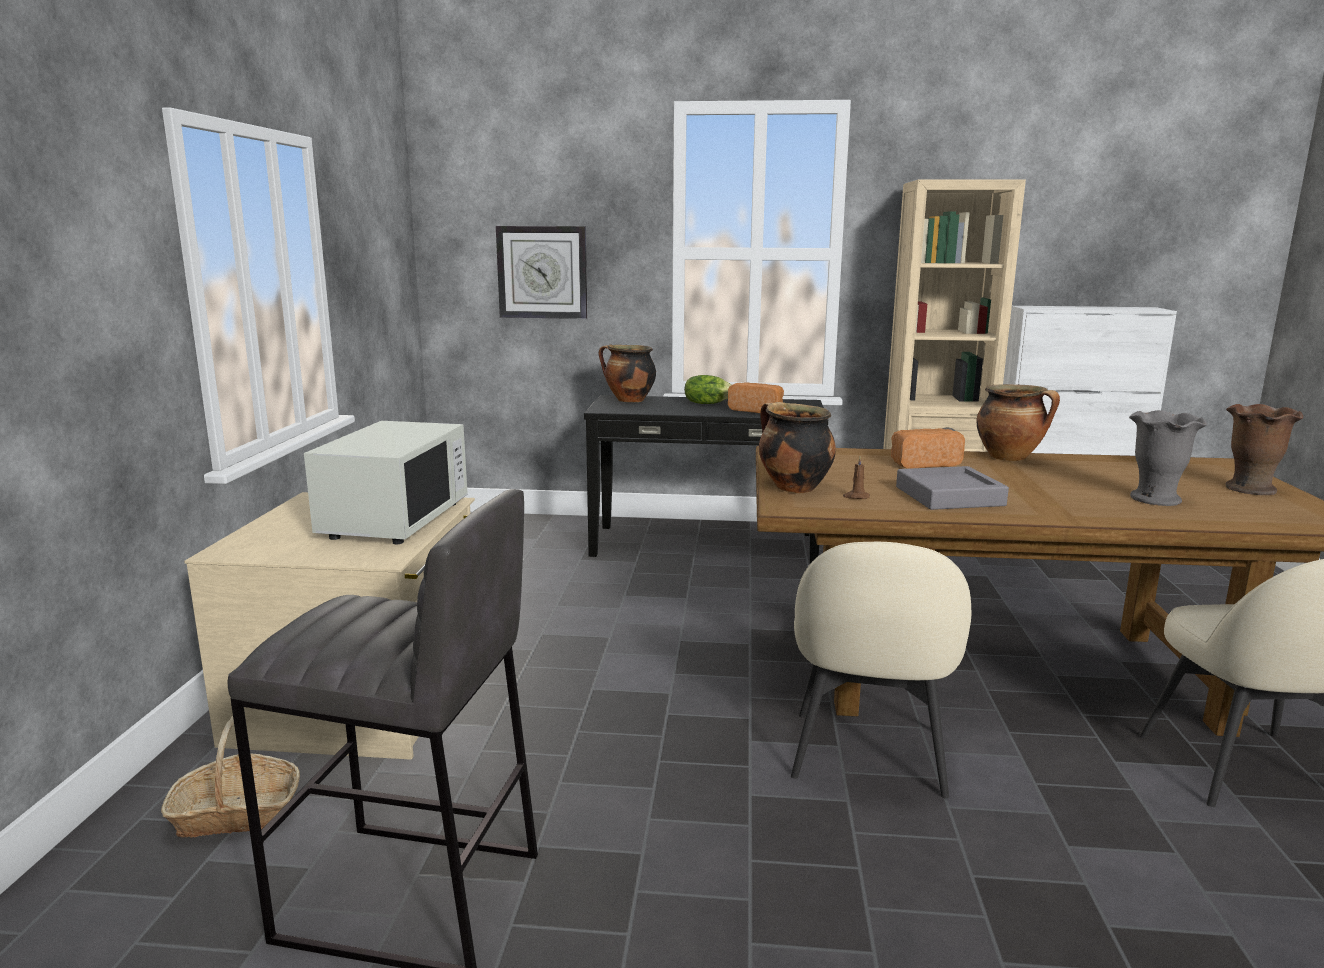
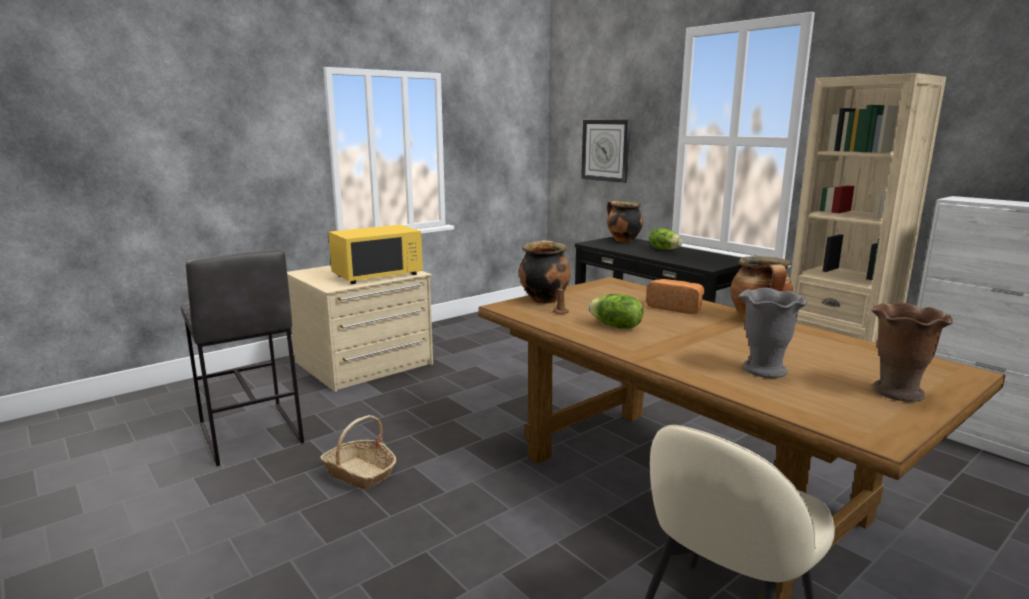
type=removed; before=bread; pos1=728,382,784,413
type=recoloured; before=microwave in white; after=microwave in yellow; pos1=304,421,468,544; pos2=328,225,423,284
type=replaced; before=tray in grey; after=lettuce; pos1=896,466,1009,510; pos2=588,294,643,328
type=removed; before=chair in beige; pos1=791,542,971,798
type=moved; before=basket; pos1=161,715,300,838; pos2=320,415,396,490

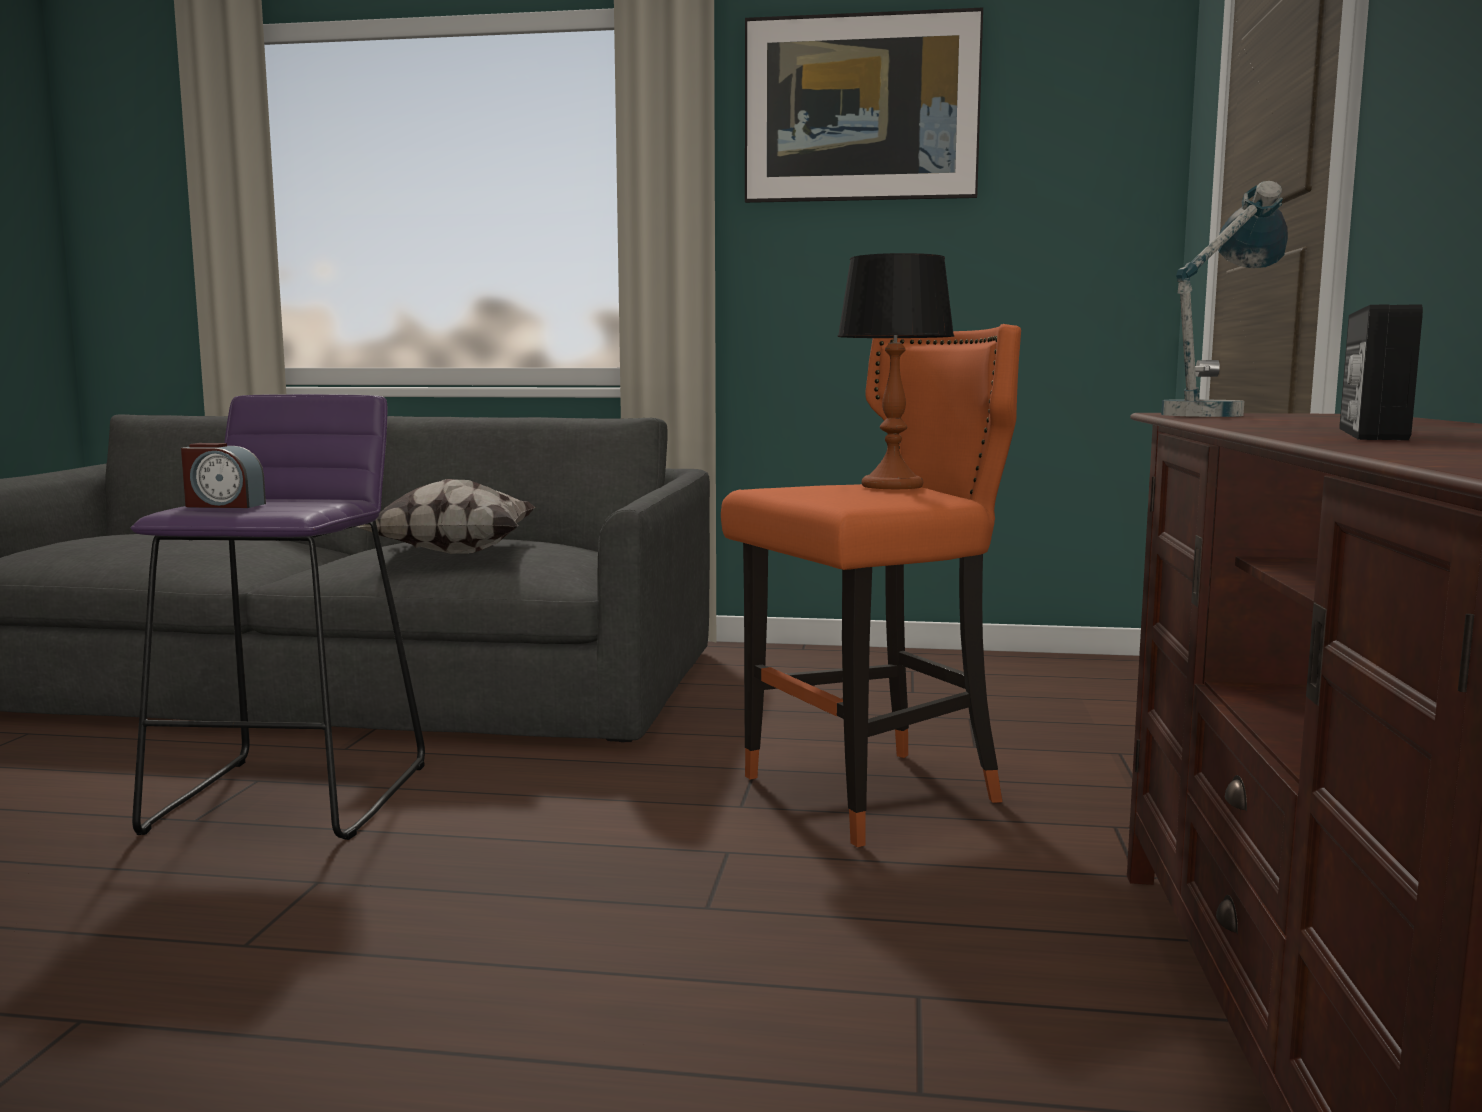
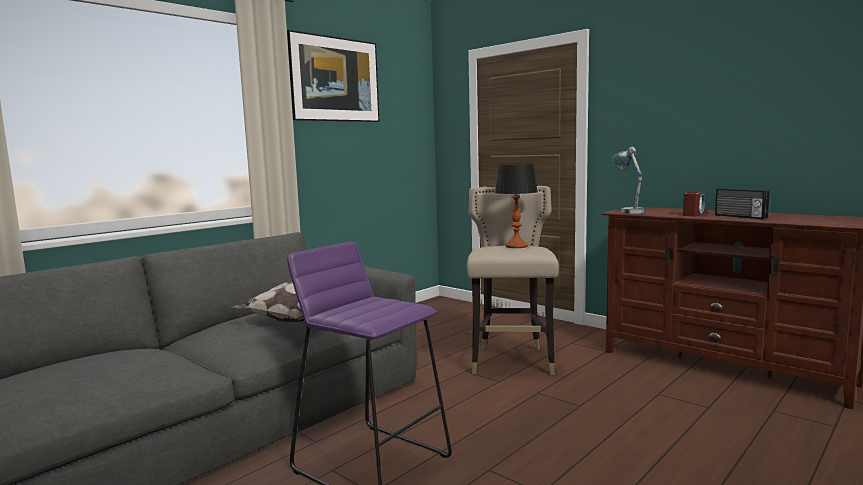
type=recoloured; before=stool in orange; after=stool in beige; pos1=721,324,1021,847; pos2=467,186,559,375
type=moved; before=alarm clock; pos1=181,443,266,508; pos2=683,191,705,216

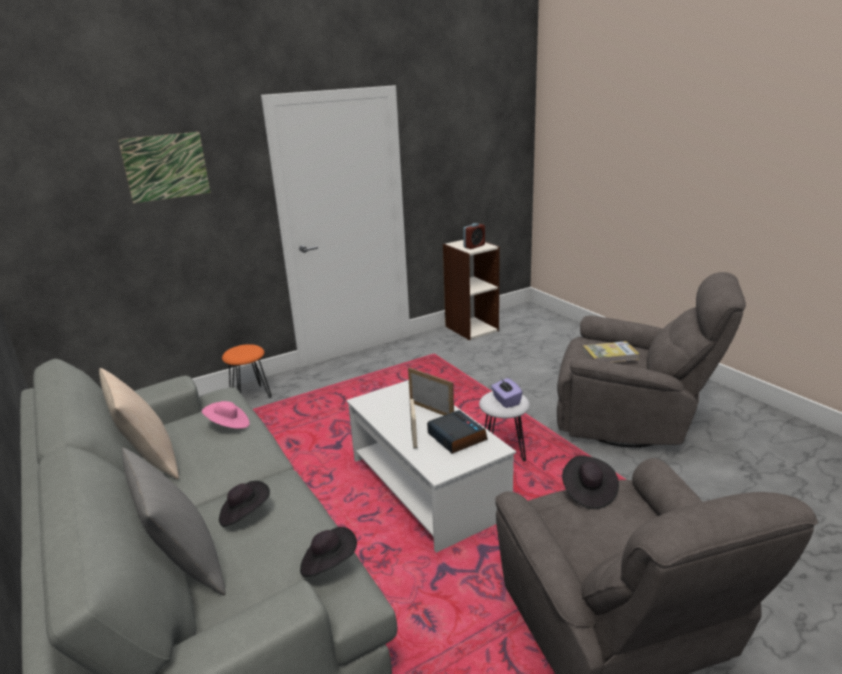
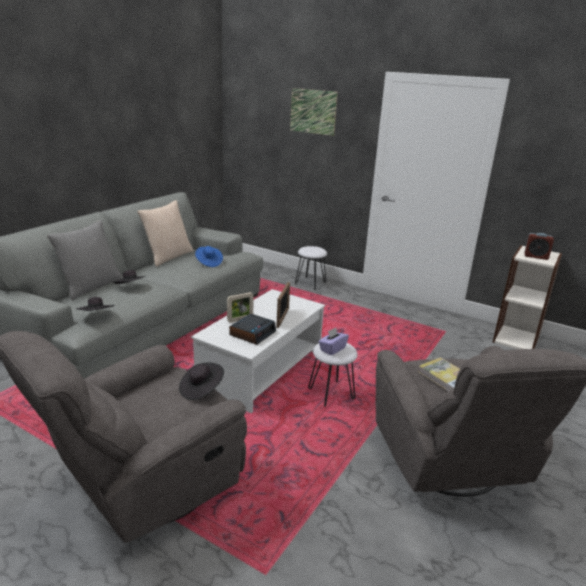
type=recoloured; before=stool in orange; after=stool in white; pos1=222,344,272,398; pos2=295,246,327,290
type=recoloured; before=hat in pink; after=hat in blue; pos1=202,401,250,429; pos2=195,246,223,267

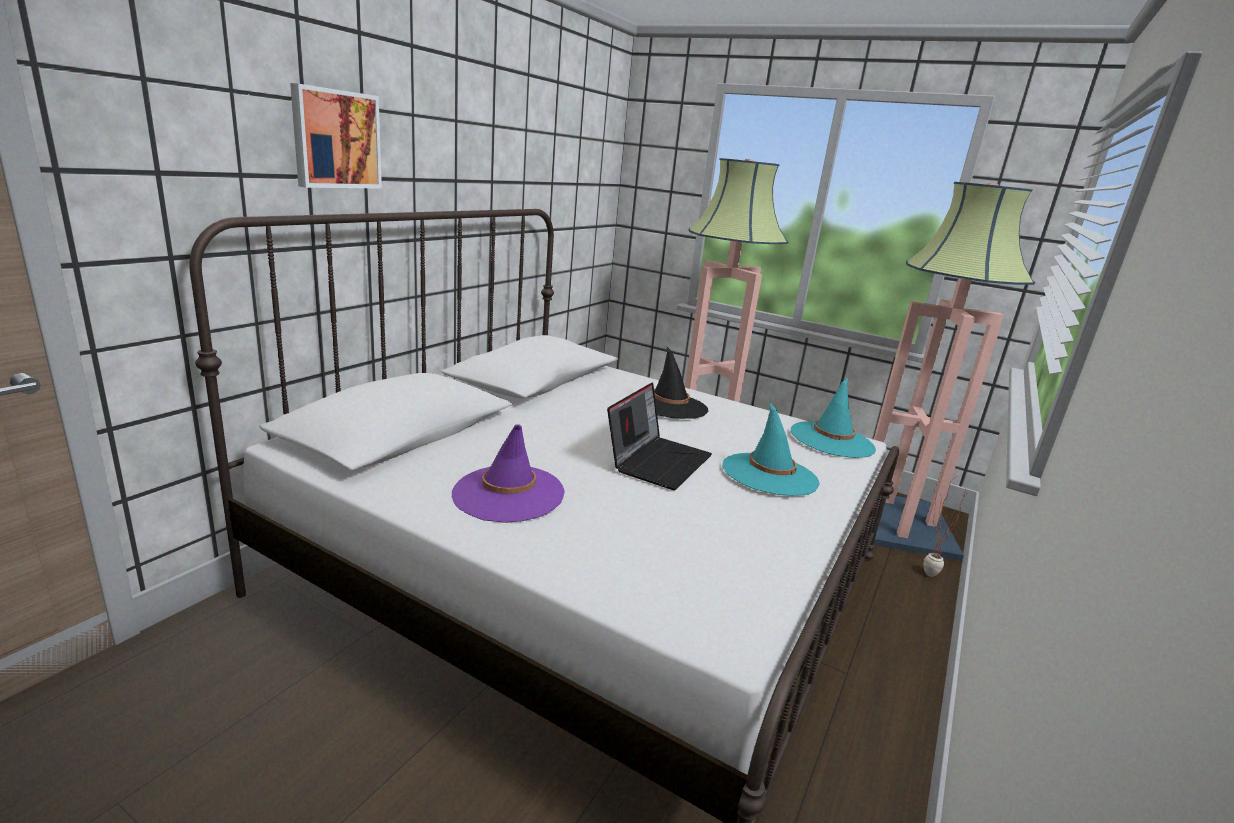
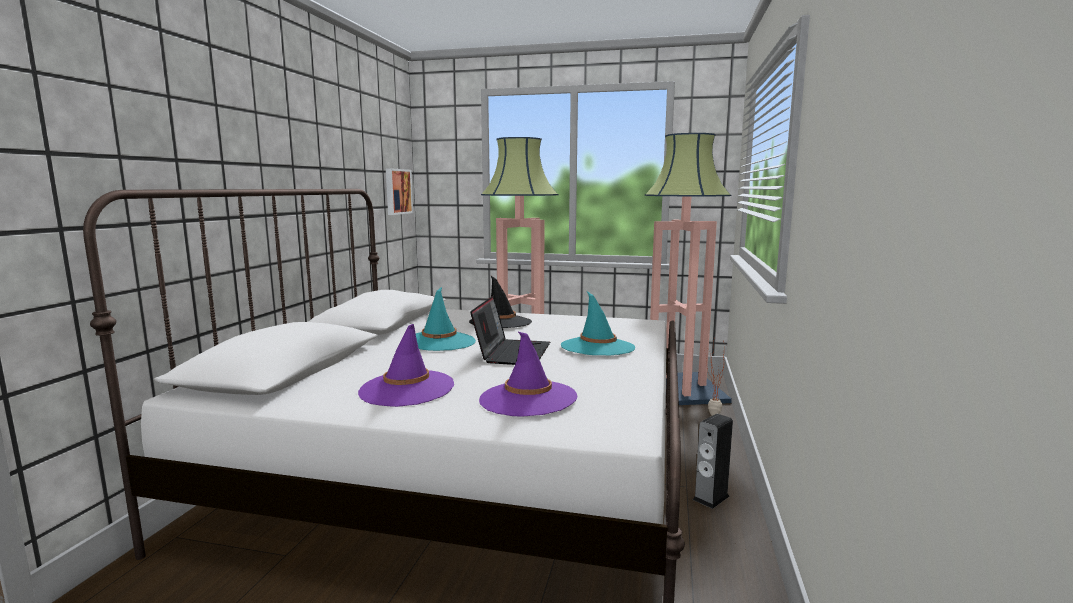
type=moved; before=picture; pos1=290,83,382,189; pos2=386,168,413,215
type=moved; before=hat in turquoise; pos1=790,377,876,458; pos2=416,287,476,351
type=added; after=hat in purple; pos2=479,332,578,417
type=added; after=speaker; pos2=692,414,733,509

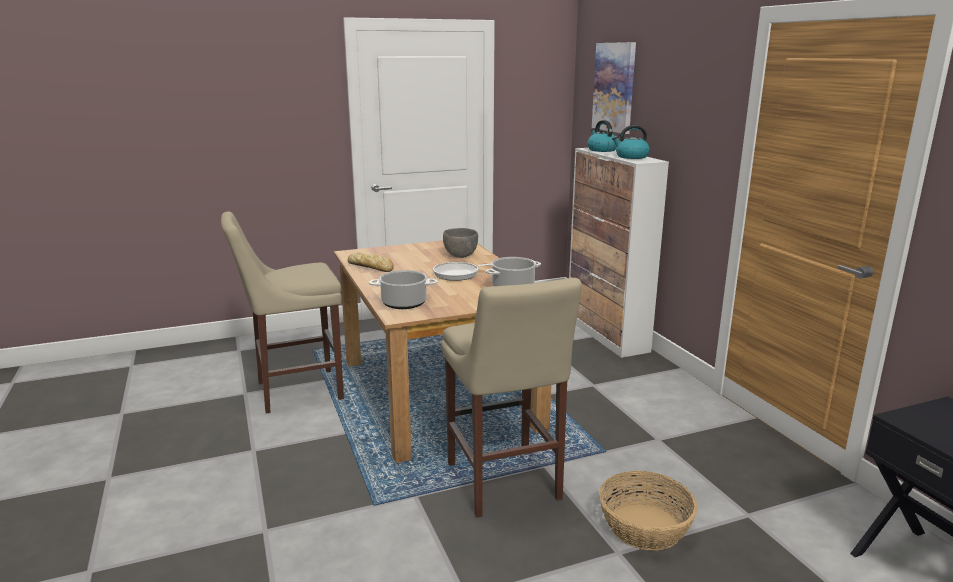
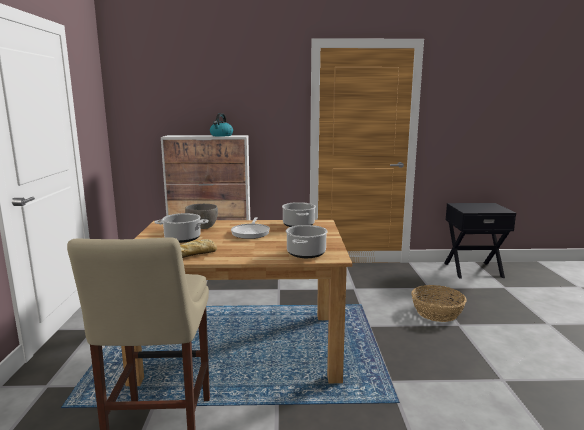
type=removed; before=picture; pos1=592,42,636,134
type=removed; before=kettle; pos1=587,120,616,152
type=removed; before=stool in beige; pos1=441,278,582,518
type=added; after=cooking pot; pos2=154,213,209,243

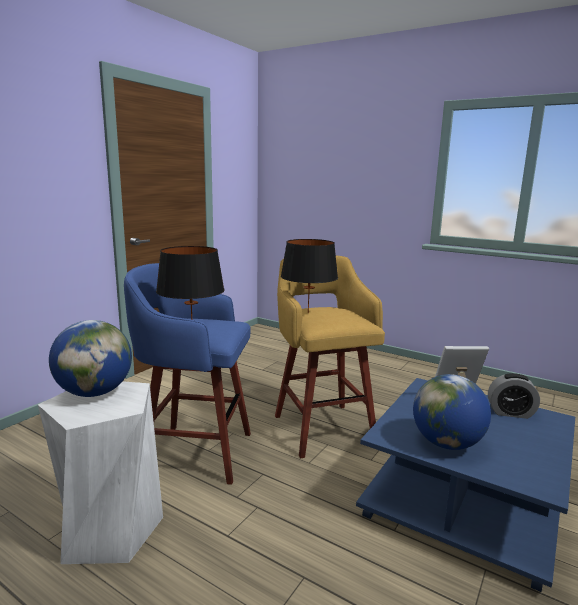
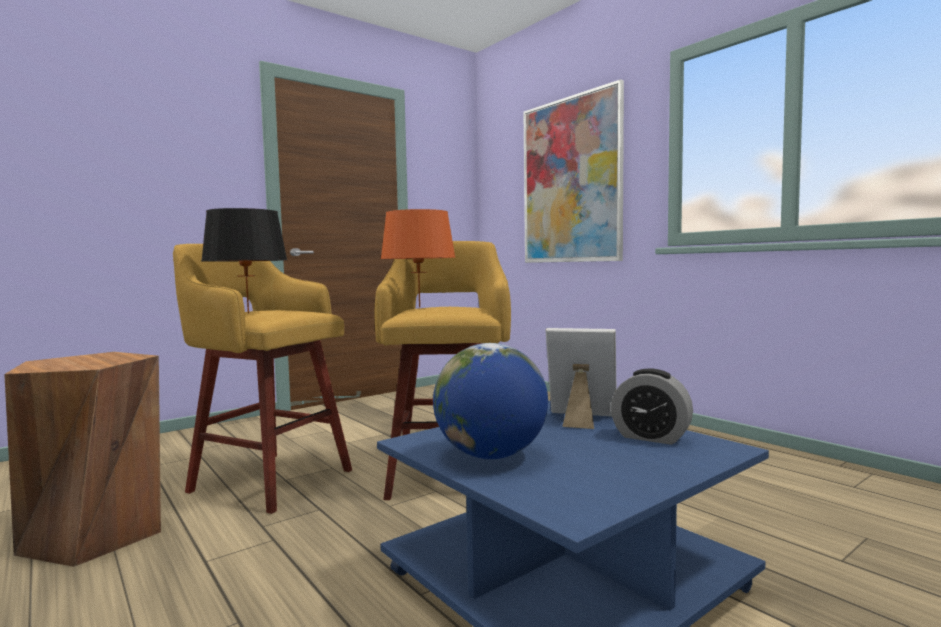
type=recoloured; before=table lamp in black; after=table lamp in orange; pos1=281,239,338,313; pos2=381,209,456,307
type=recoloured; before=stool in blue; after=stool in yellow; pos1=124,263,251,485; pos2=173,244,352,514
type=removed; before=globe; pos1=49,320,132,397
type=recoloured; before=stool in white; after=stool in brown; pos1=38,381,163,564; pos2=4,352,161,567
type=added; after=picture; pos2=524,79,624,263

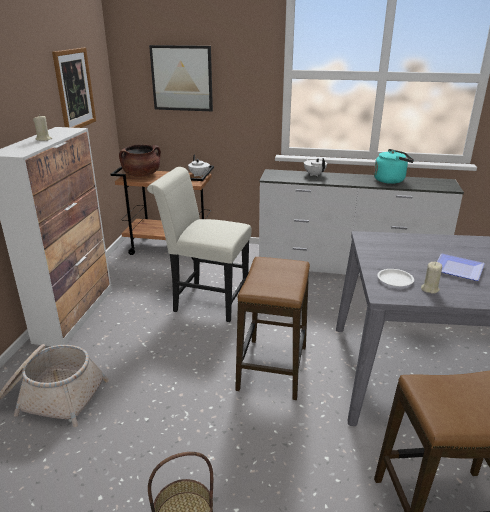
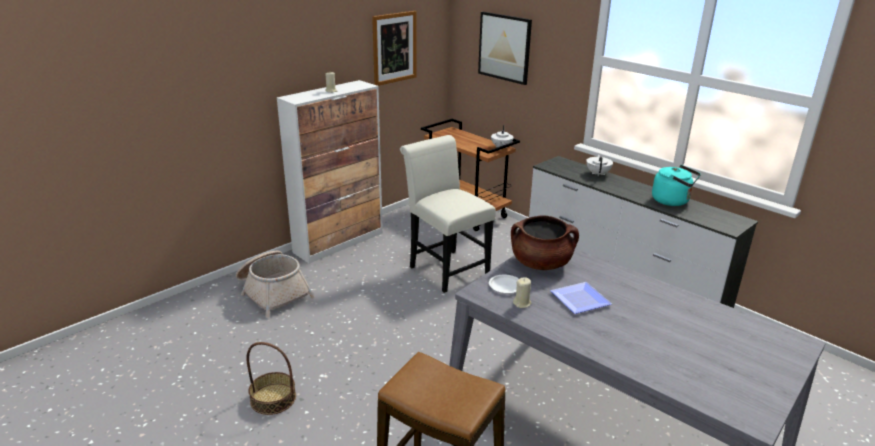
type=moved; before=cooking pot in brown; pos1=119,144,161,177; pos2=511,215,579,270
type=removed; before=stool; pos1=235,257,310,400

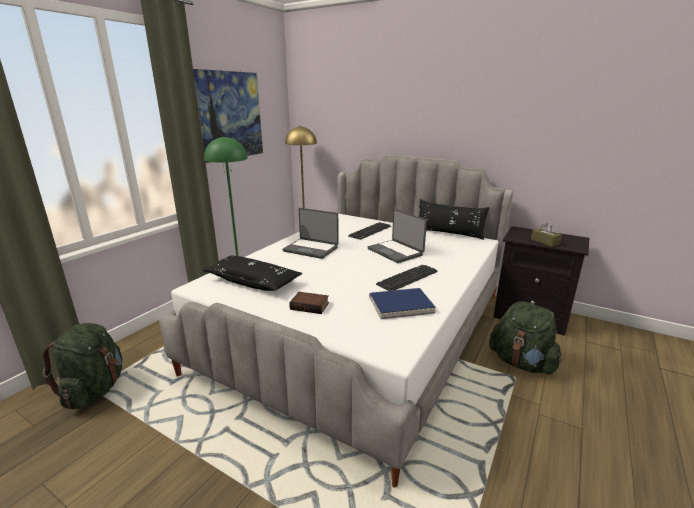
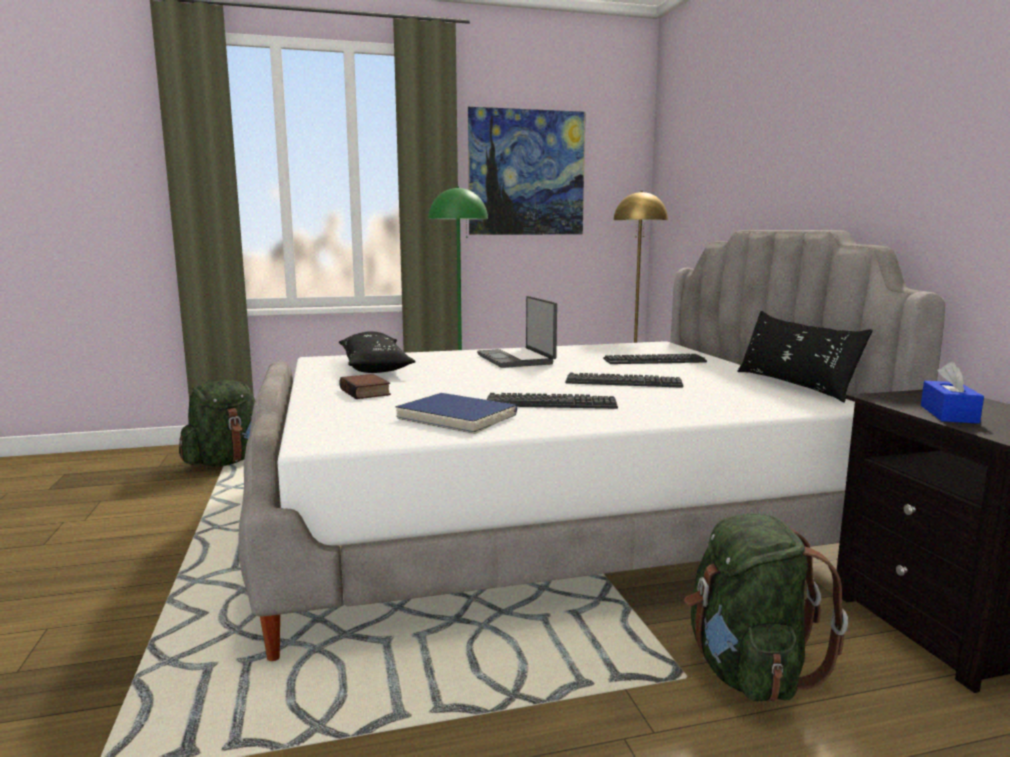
type=replaced; before=laptop; after=keyboard; pos1=368,209,427,263; pos2=565,373,684,388
type=recoloured; before=tissue box in brown; after=tissue box in blue; pos1=531,223,562,247; pos2=921,361,984,424

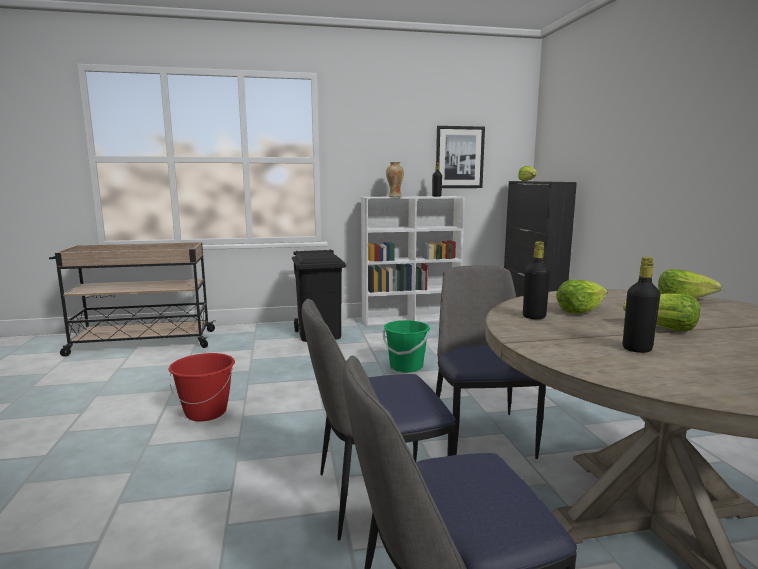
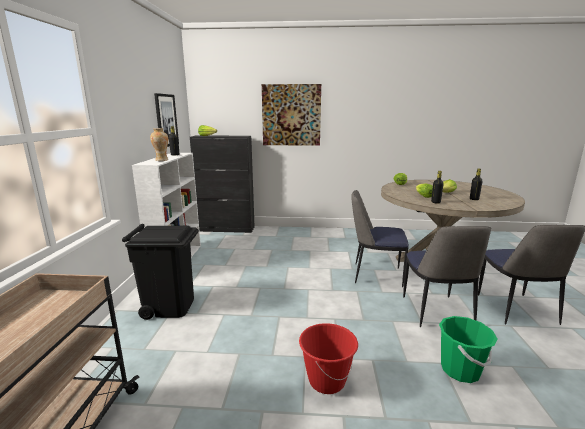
type=moved; before=bucket in green; pos1=383,320,430,372; pos2=439,316,497,383
type=added; after=picture; pos2=262,84,321,146

